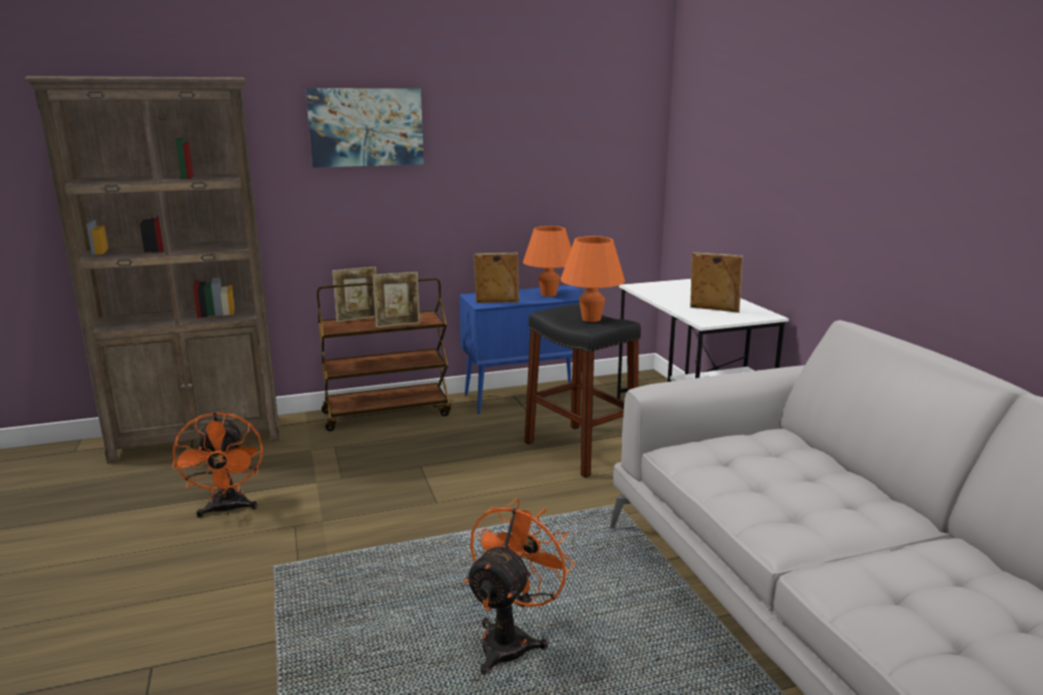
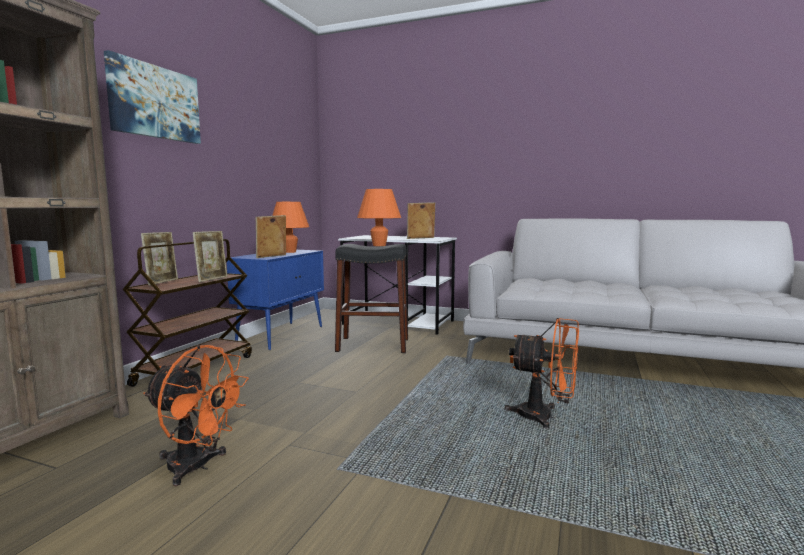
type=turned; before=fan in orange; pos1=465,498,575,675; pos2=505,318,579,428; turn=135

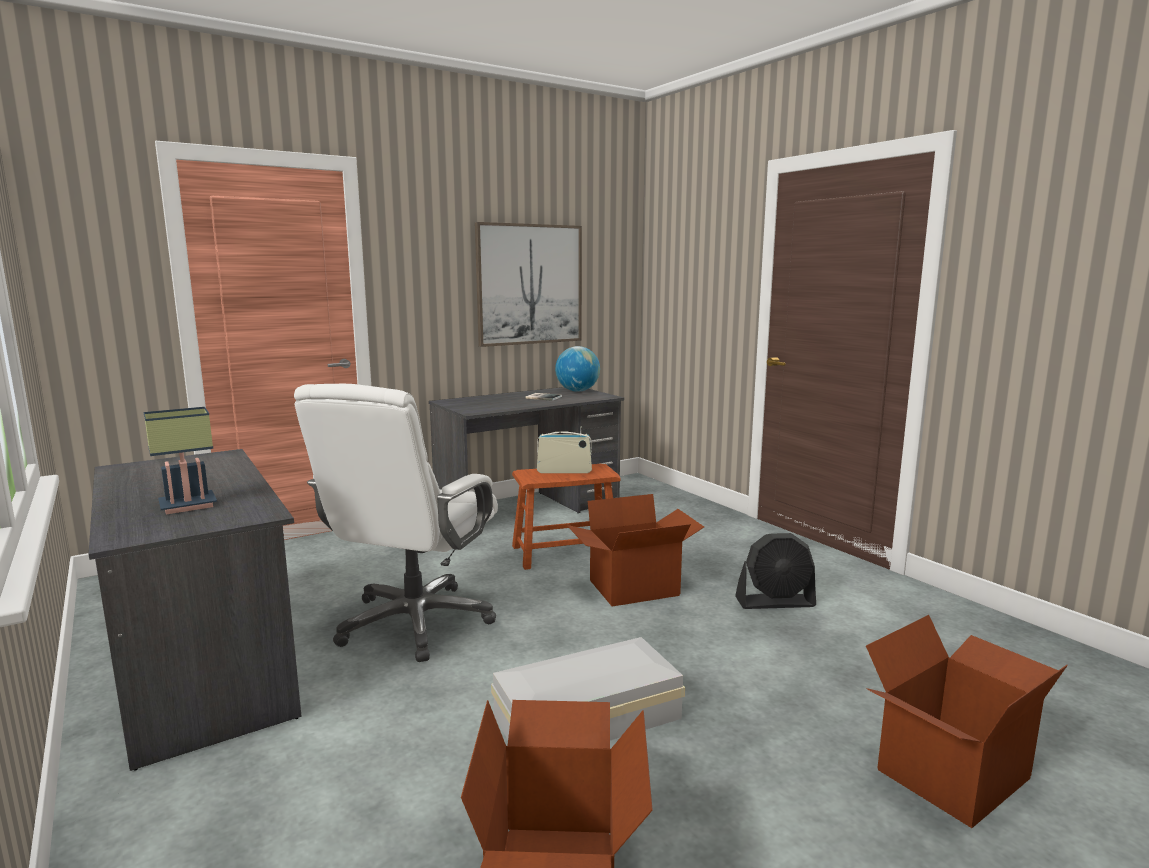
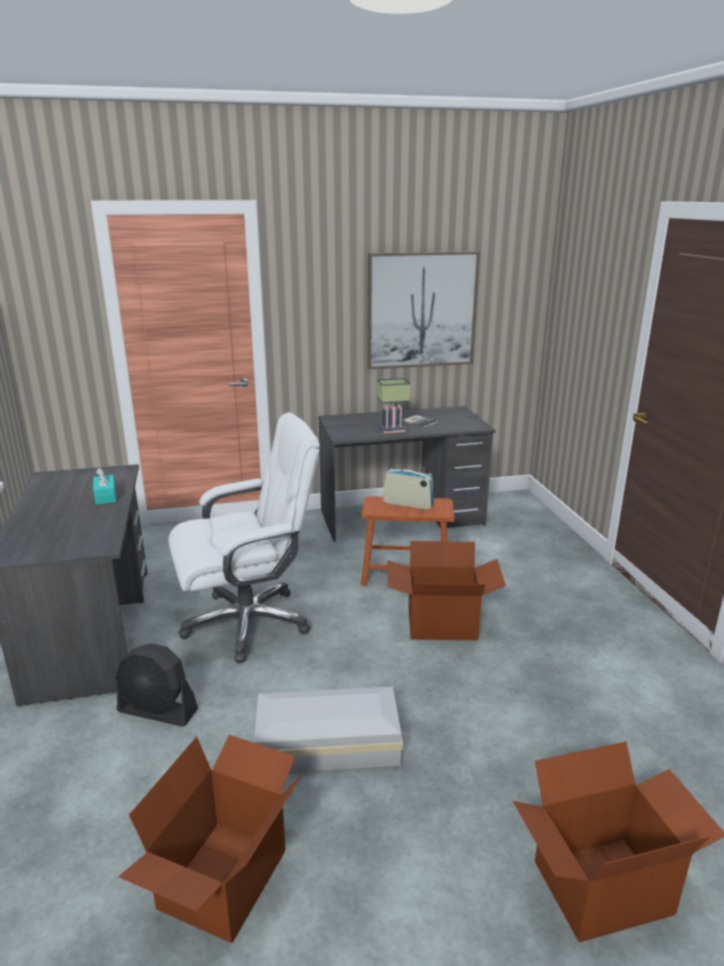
type=removed; before=globe; pos1=555,346,600,392
type=turned; before=office chair in white; pos1=294,384,498,662; pos2=168,412,320,663; turn=-150
type=moved; before=table lamp; pos1=144,407,217,514; pos2=377,378,410,433
type=moved; before=fan in black; pos1=735,533,816,609; pos2=116,643,198,727
type=added; after=tissue box in turquoise; pos2=93,468,116,505

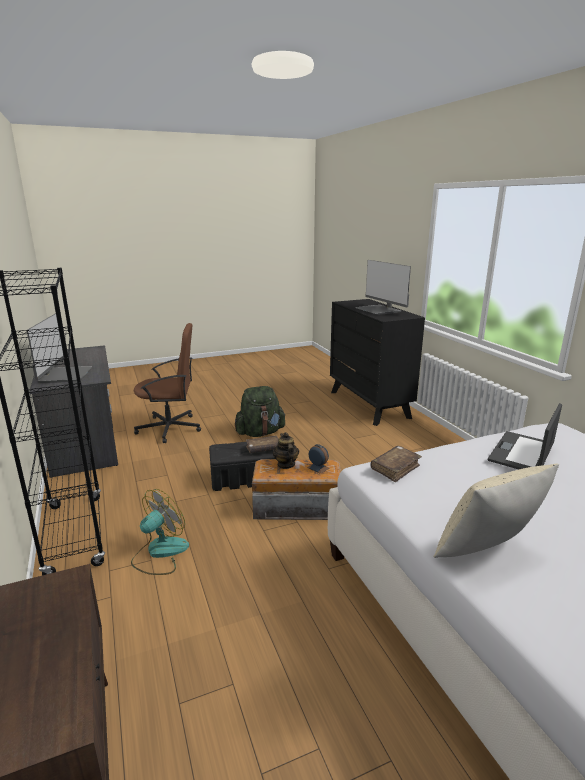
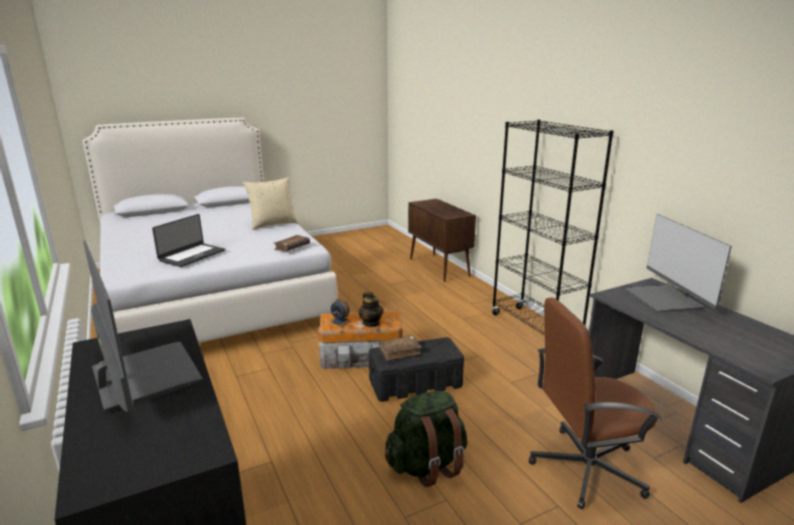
type=removed; before=fan; pos1=131,489,189,575

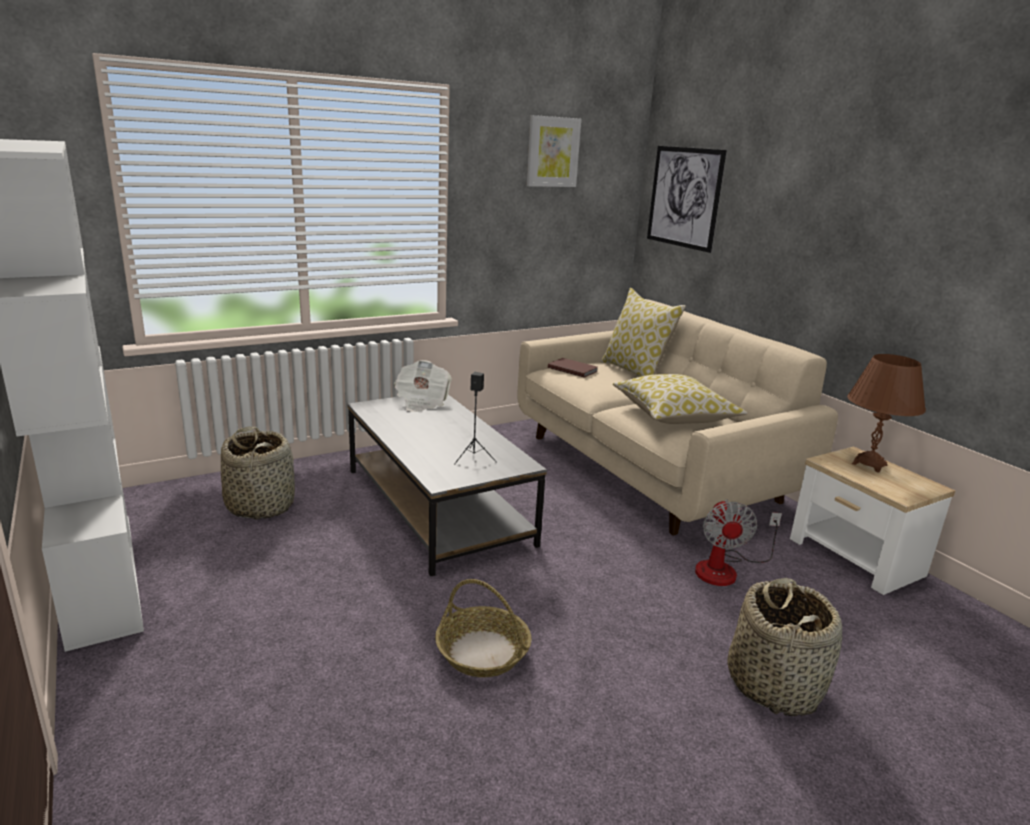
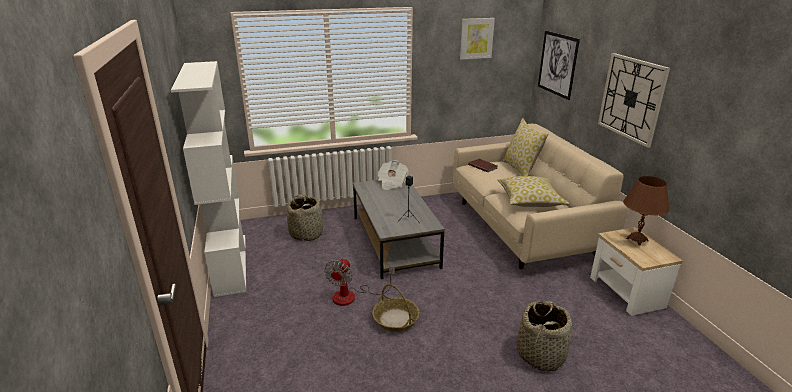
type=moved; before=fan; pos1=695,499,782,586; pos2=324,258,395,306
type=added; after=wall clock; pos2=598,53,670,148

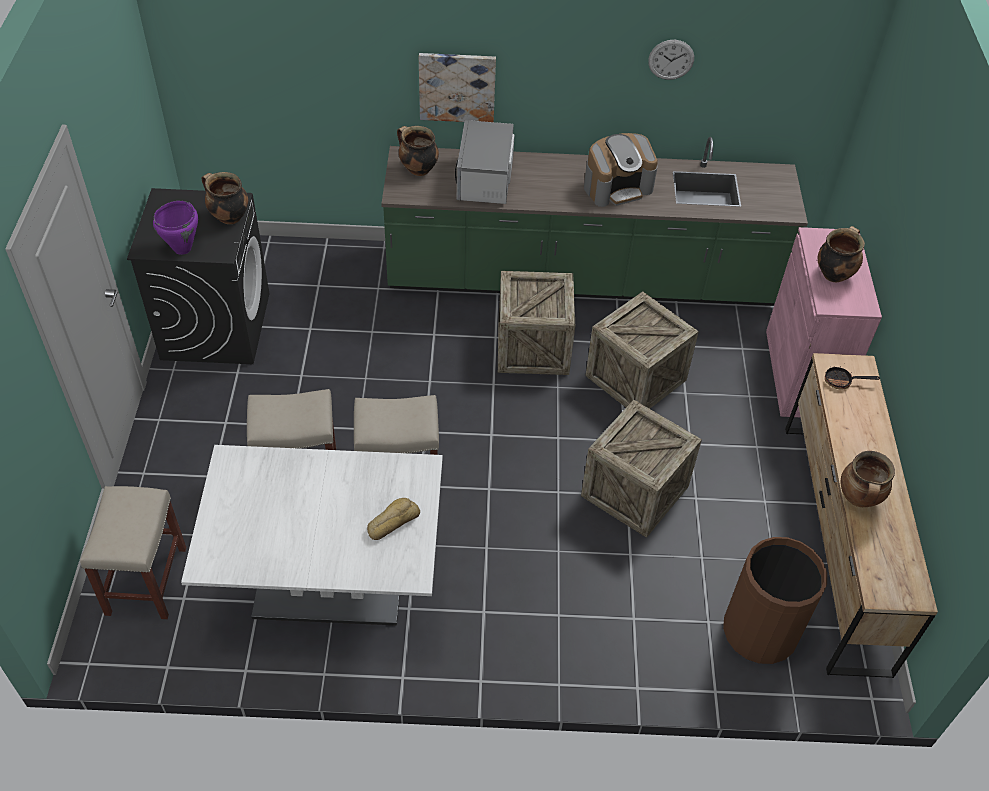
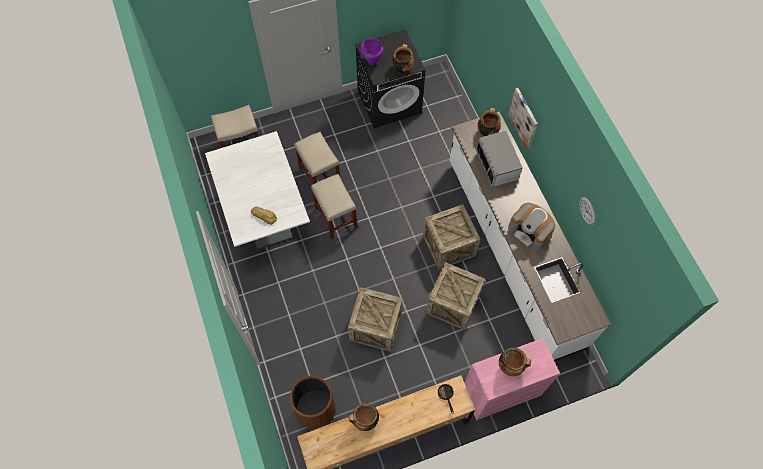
type=turned; before=microwave; pos1=455,120,514,204; pos2=476,131,523,187; turn=-90
type=recoloured; before=counter in green; after=counter in white; pos1=381,137,808,306; pos2=450,112,611,361

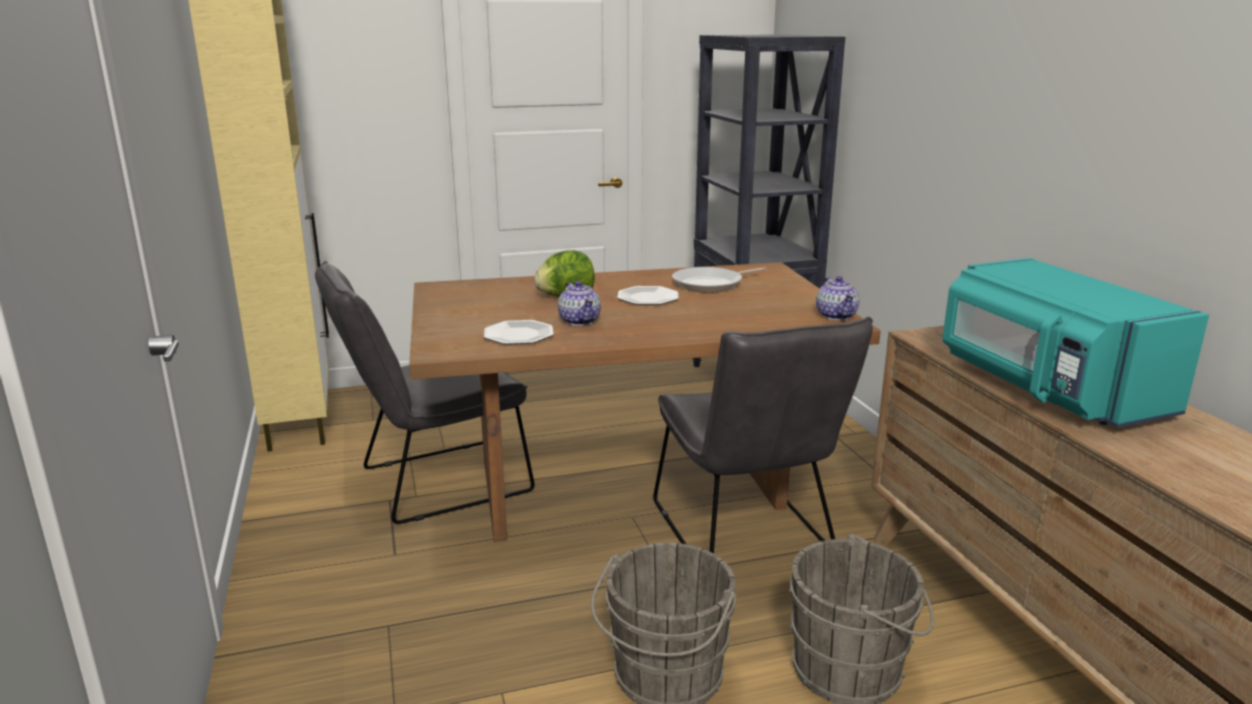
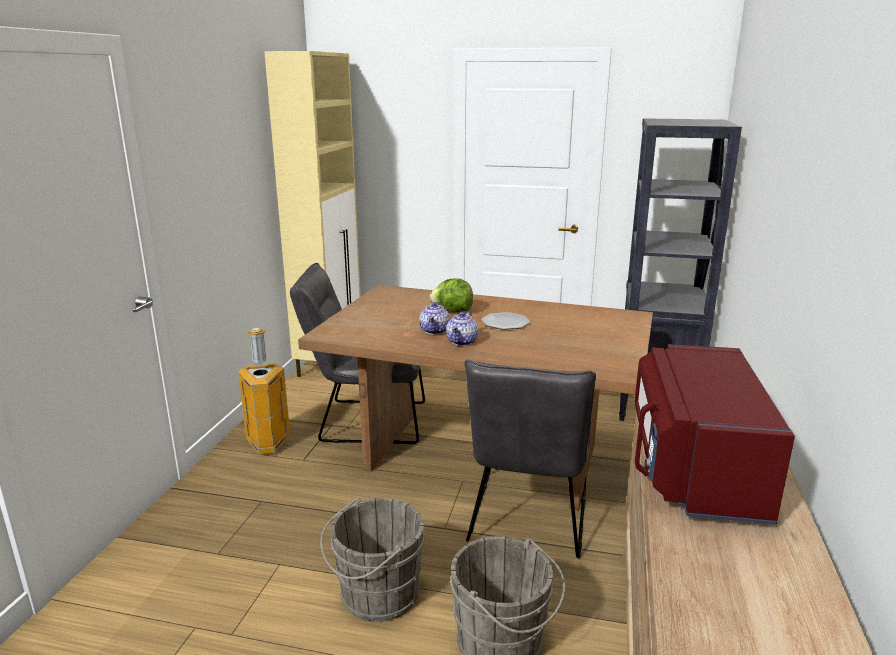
type=recoloured; before=microwave in turquoise; after=microwave in red; pos1=942,258,1209,428; pos2=635,344,795,524
type=removed; before=frying pan; pos1=672,267,766,293
type=moved; before=teapot; pos1=816,276,859,320; pos2=446,312,479,346
type=removed; before=plate; pos1=484,320,554,345
type=added; after=trash can; pos2=238,328,290,455

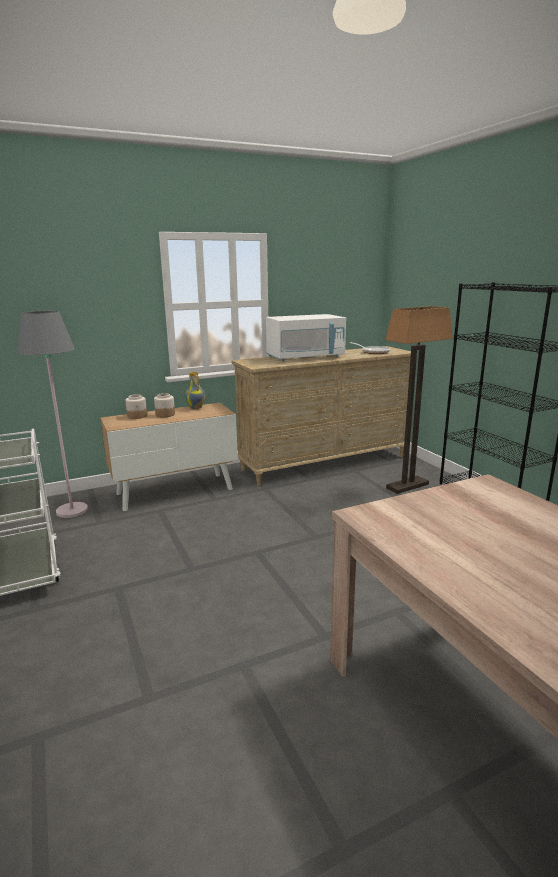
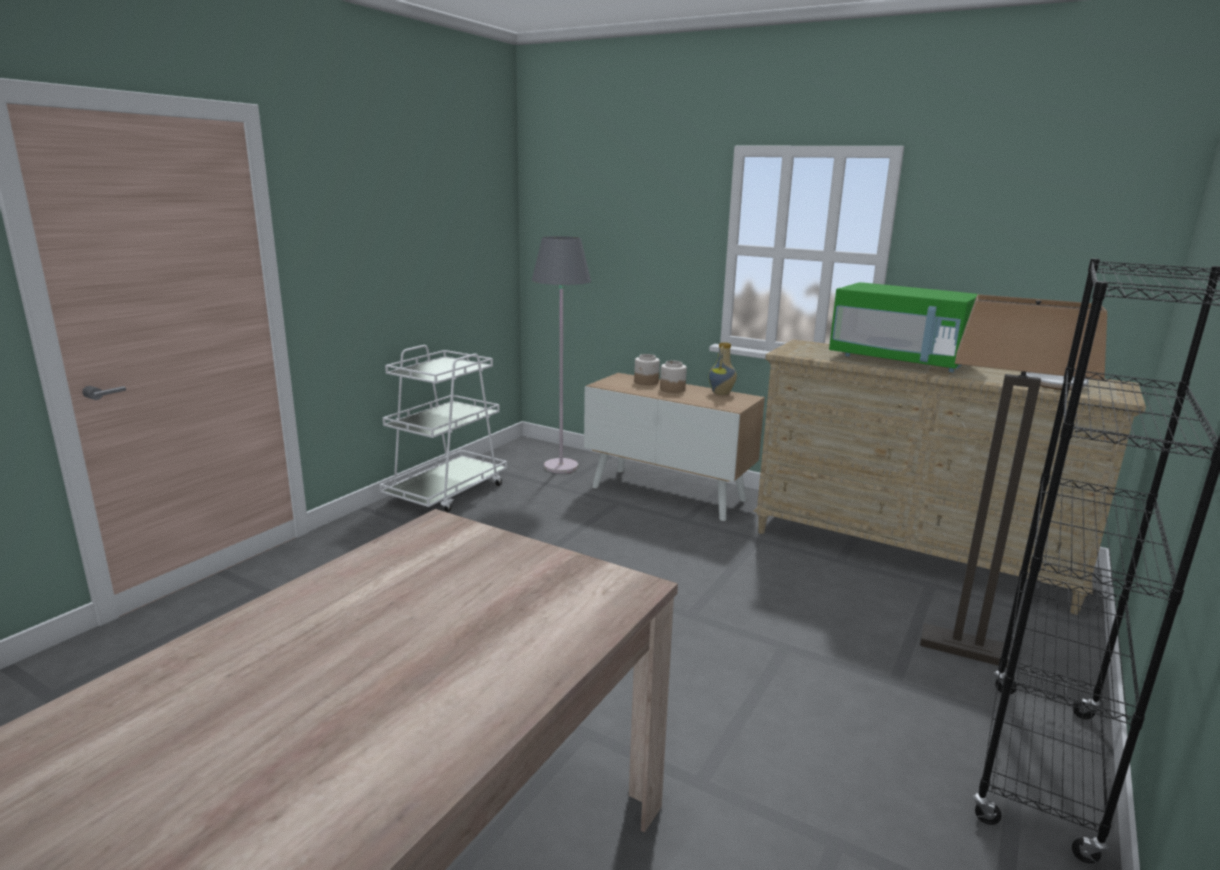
type=recoloured; before=microwave in white; after=microwave in green; pos1=266,314,346,361; pos2=829,282,977,372

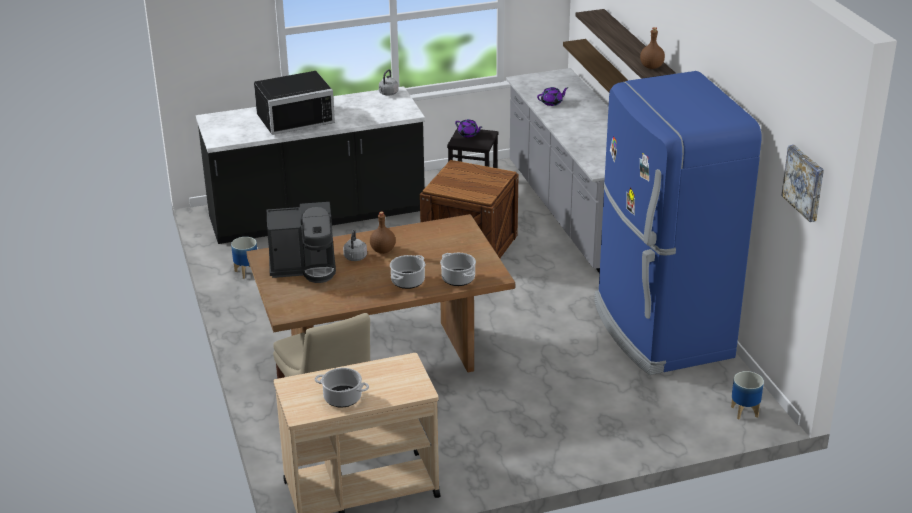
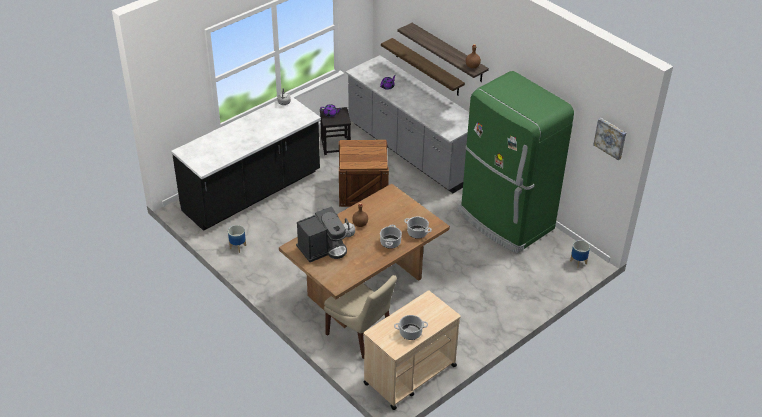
type=removed; before=microwave in black; pos1=254,71,335,135
type=recoloured; before=fridge in blue; after=fridge in green; pos1=594,71,762,375; pos2=458,71,574,253

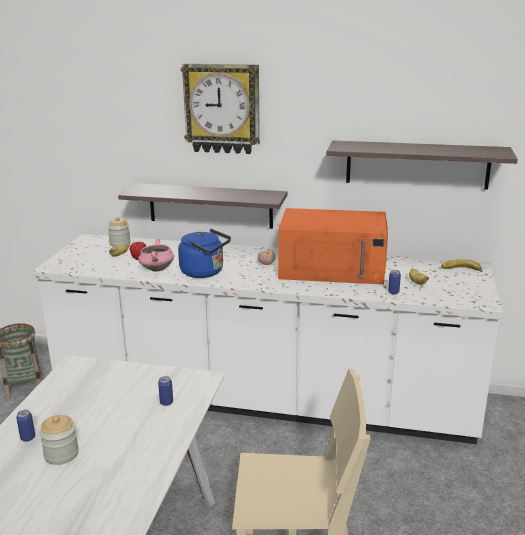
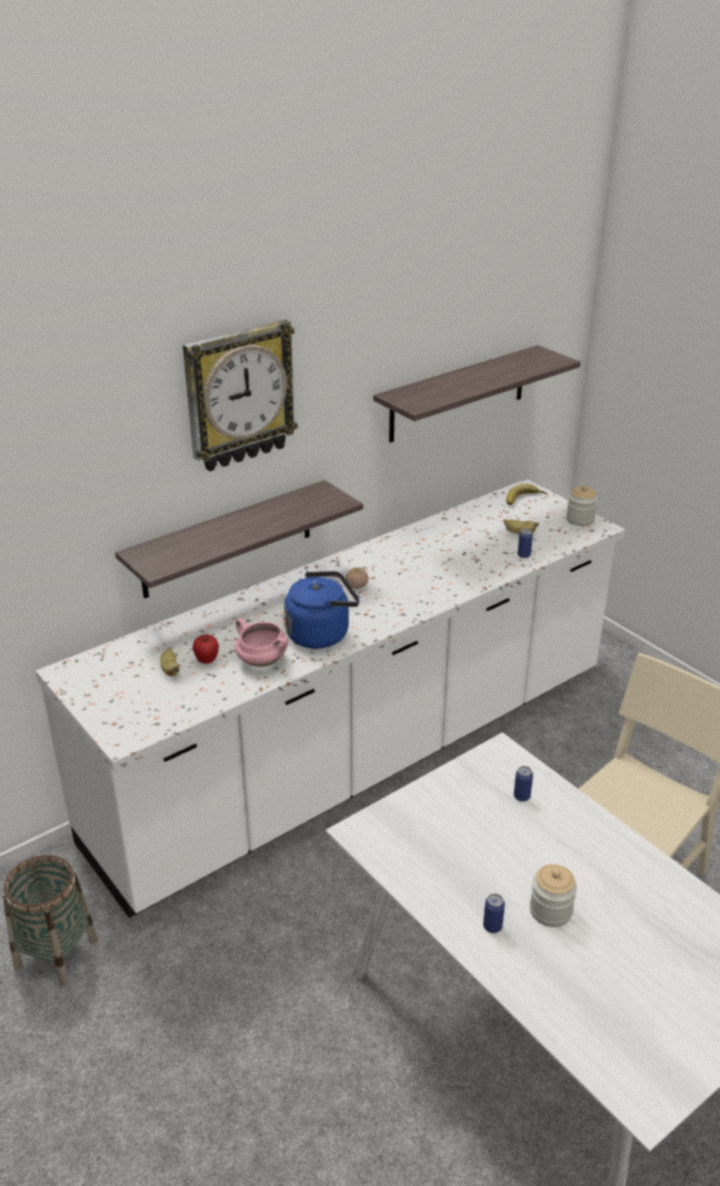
type=removed; before=microwave in orange; pos1=278,208,388,284
type=moved; before=jar; pos1=108,217,130,247; pos2=566,485,598,526

